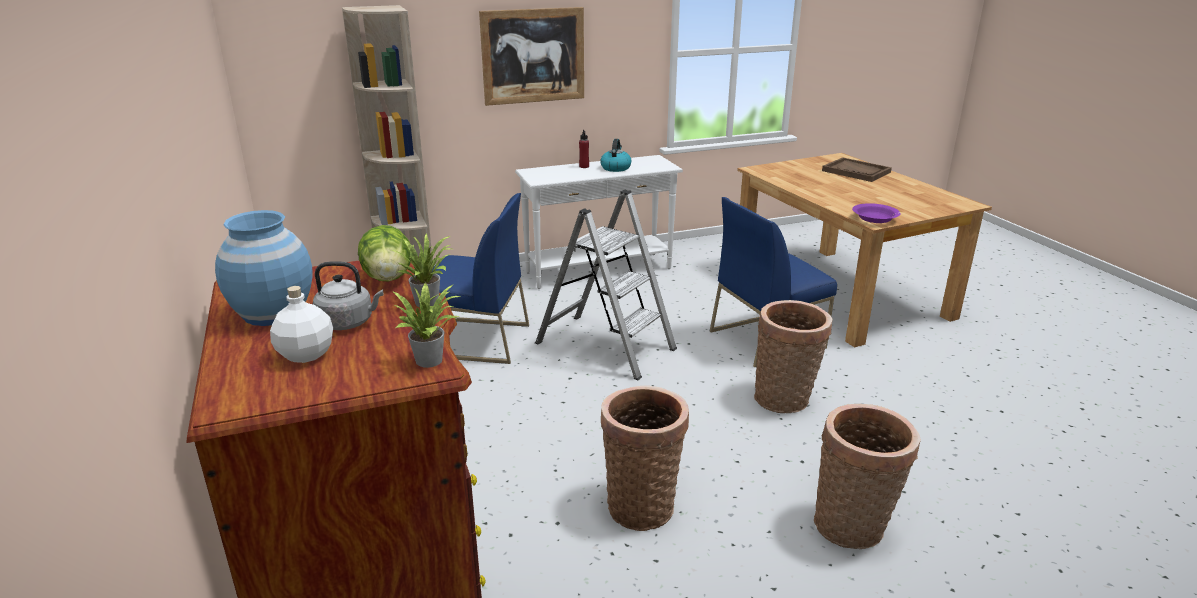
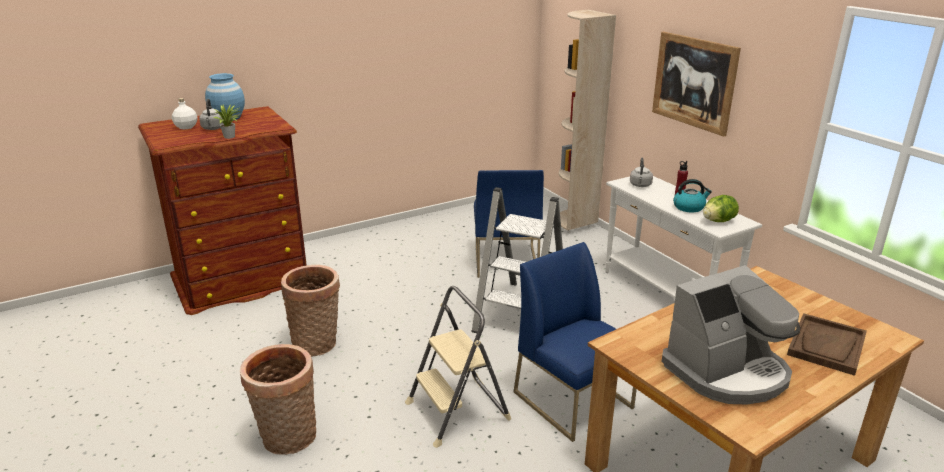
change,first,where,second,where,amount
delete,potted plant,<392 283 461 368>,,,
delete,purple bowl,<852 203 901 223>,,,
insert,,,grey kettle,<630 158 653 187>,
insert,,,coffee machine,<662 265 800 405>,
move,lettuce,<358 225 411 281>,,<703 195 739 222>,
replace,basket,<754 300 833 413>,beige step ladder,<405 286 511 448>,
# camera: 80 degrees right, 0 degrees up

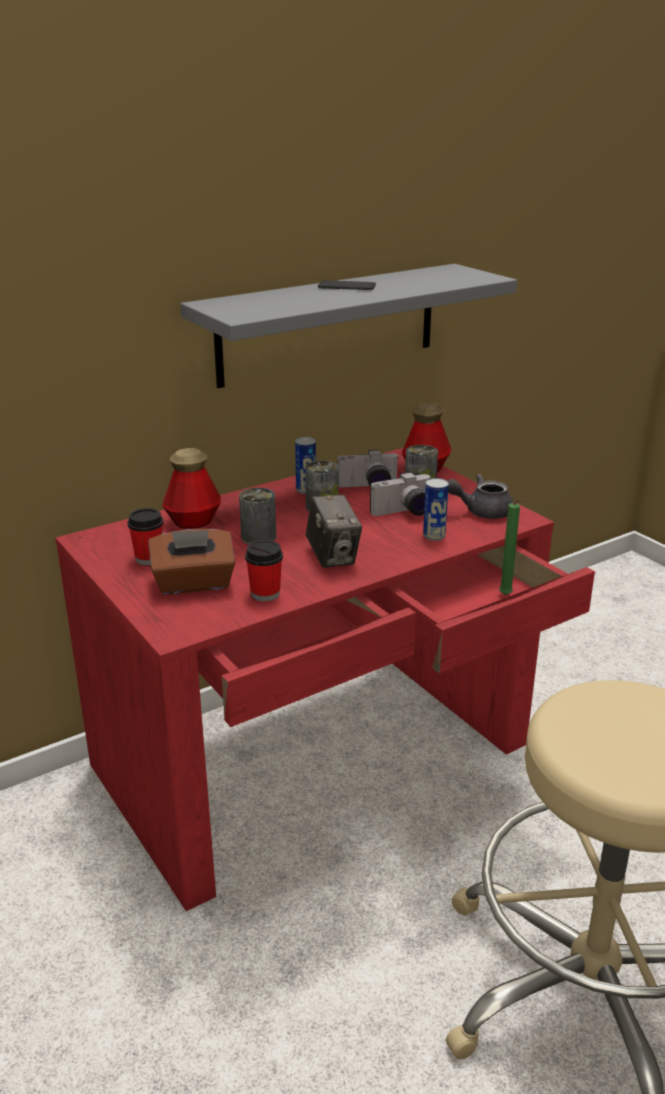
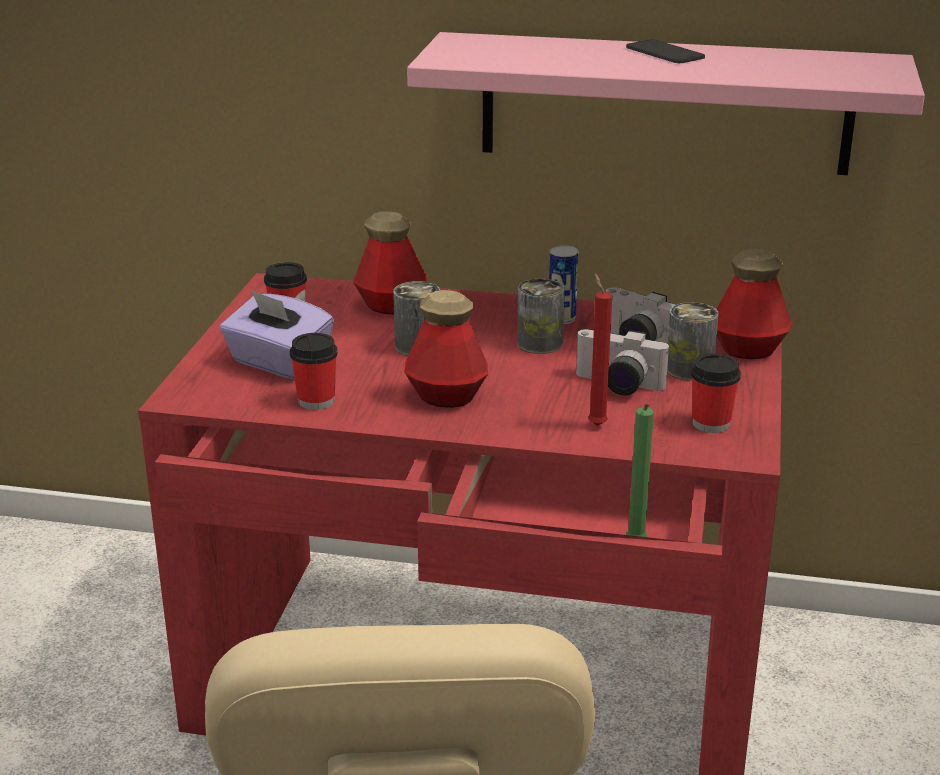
change,first,where,second,where,amount
replace,photo camera,<306 494 362 568>,bottle,<405 290 488 408>,
replace,can,<423 478 449 541>,red candle,<588 273 612 426>,
replace,grey teapot,<448 474 514 519>,cup,<691 353 741 433>,
recolor,brown tissue box,<148 529 235 595>,purple tissue box,<220 290 334 380>,
recolor,grey shelf,<180 264 518 388>,pink shelf,<407 32 925 175>,
# camera: 45 degrees right, 0 degrees up

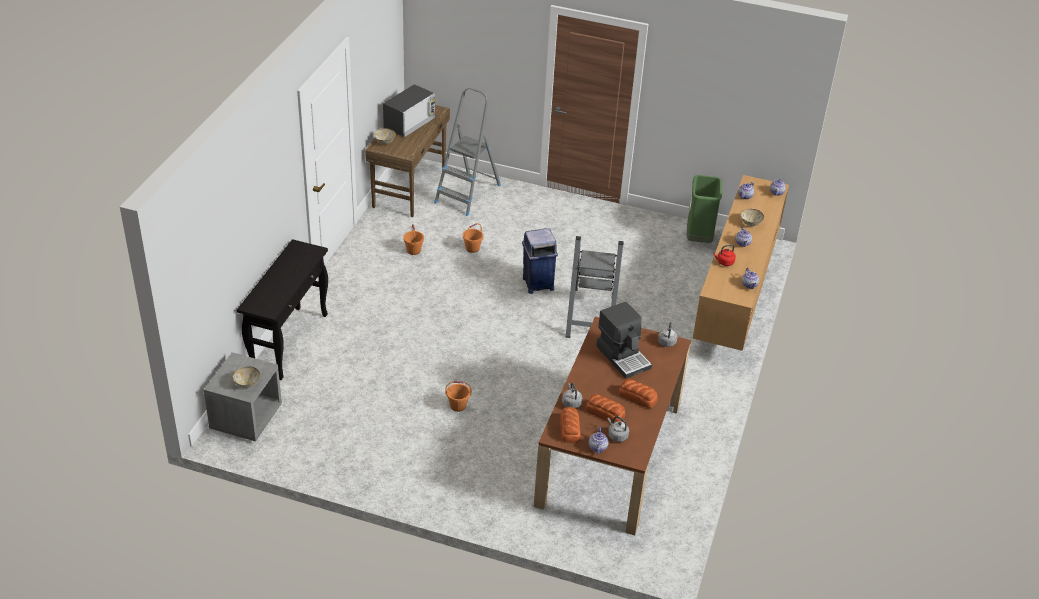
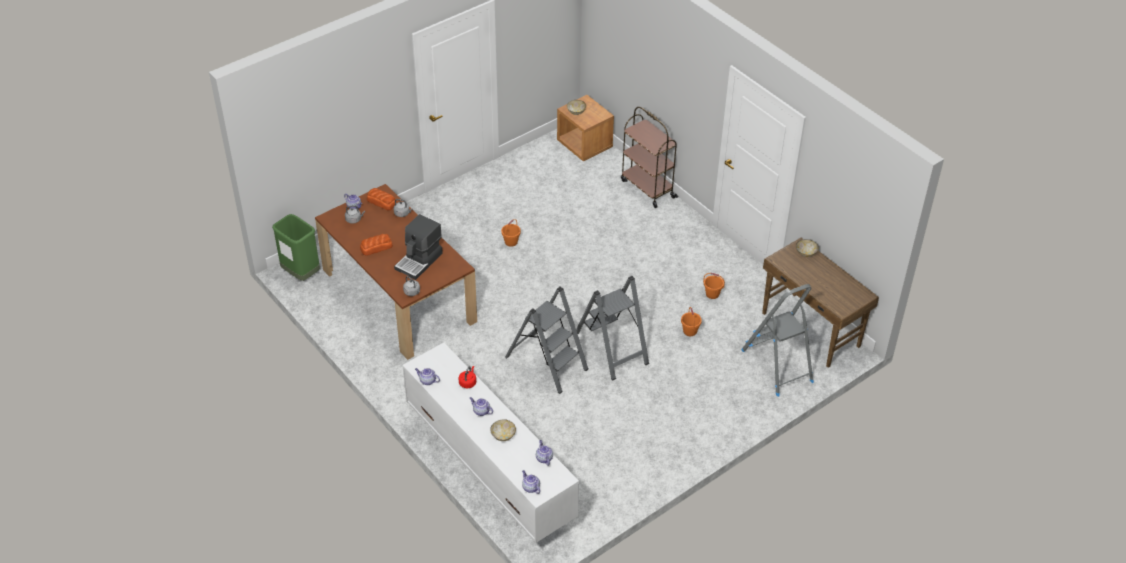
change,first,where,second,where,amount
delete,microwave,<383 84 435 137>,,,
delete,bread,<585 394 625 423>,,,
move,green trash can,<687 175 722 243>,,<272 214 320 281>,
replace,black console table,<237 239 328 380>,brown cart,<621 107 678 208>,
replace,blue trash can,<522 228 558 294>,grey step ladder,<576 276 649 381>,
recolor,grey nightstand,<204 352 282 441>,brown nightstand,<557 95 614 162>,
recolor,brown cabinet,<693 175 789 351>,white cabinet,<402 343 579 543>,
rotate,coffee machine,<596 302 652 379>,,<394 214 443 280>,60 degrees counterclockwise
# camera: 125 degrees right, 5 degrees up

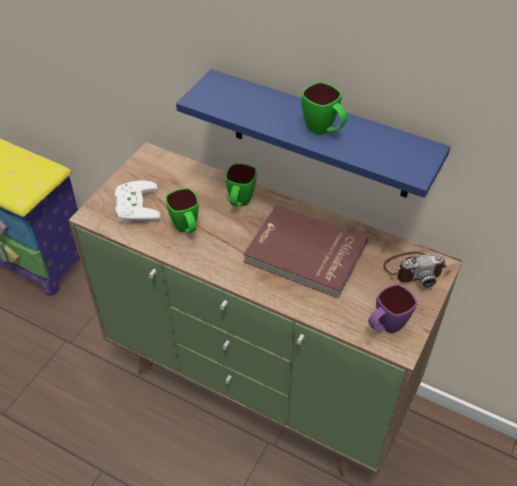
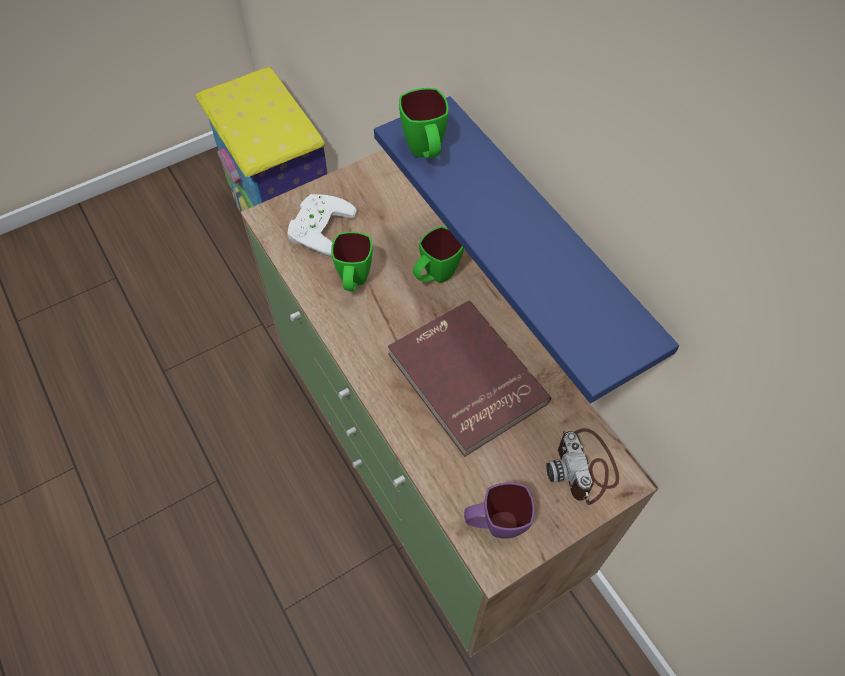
change,first,where,second,where,amount
move,green mug,<301 82 347 135>,,<399 88 449 158>,
rotate,photo camera,<383 251 446 288>,,<546 428 619 505>,60 degrees clockwise
# camera: 30 degrees right, 10 degrees up

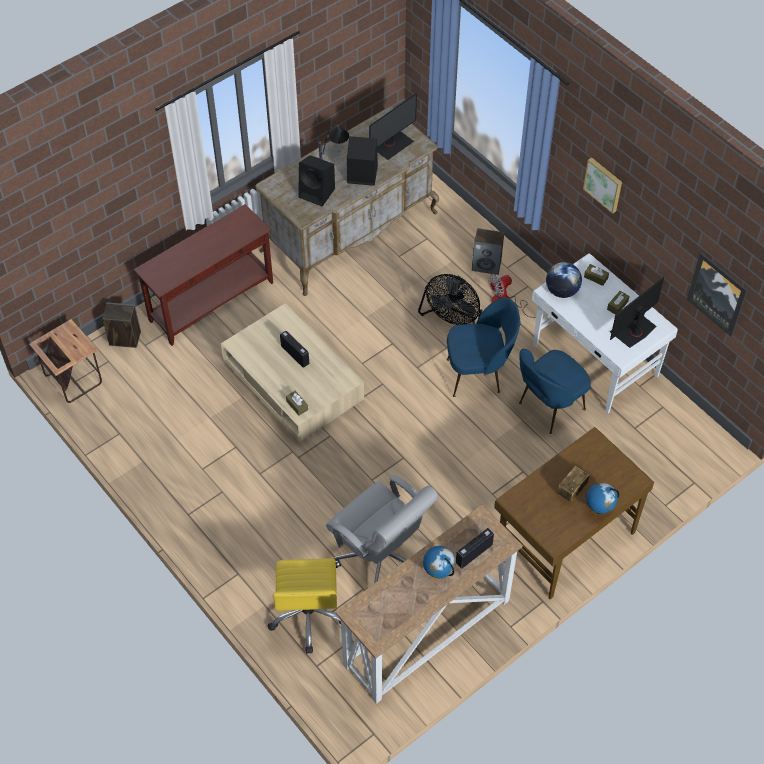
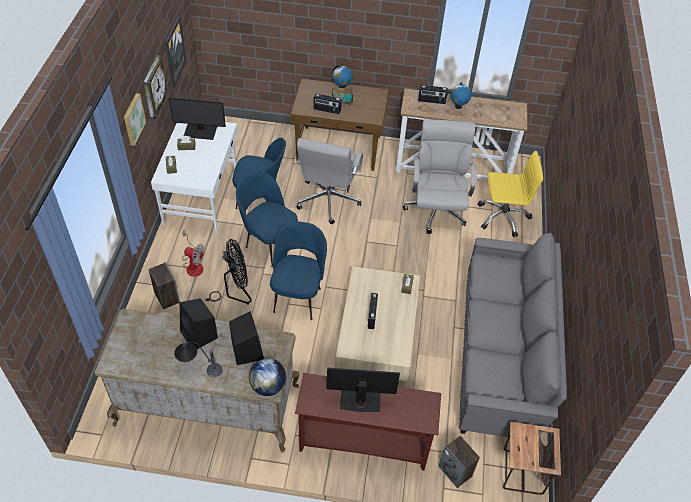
change,first,where,second,where,amount
insert,,,wall clock,<143 55 168 119>,
insert,,,blue chair,<270 221 327 320>,
insert,,,grey office chair,<296 138 364 224>,
insert,,,radio,<313 94 342 114>,
insert,,,grey sofa,<459 232 567 437>,
move,monitor,<369 93 417 160>,,<326 367 400 412>,
move,globe,<546 262 582 298>,,<249 358 286 396>,
rotate,yellow office chair,<267 559 341 654>,,<478 151 543 237>,45 degrees clockwise
# camera: 135 degrees left, 5 degrees down

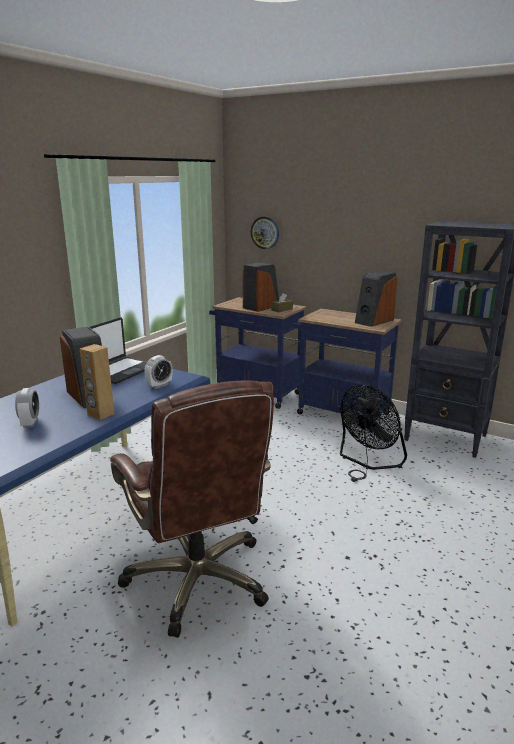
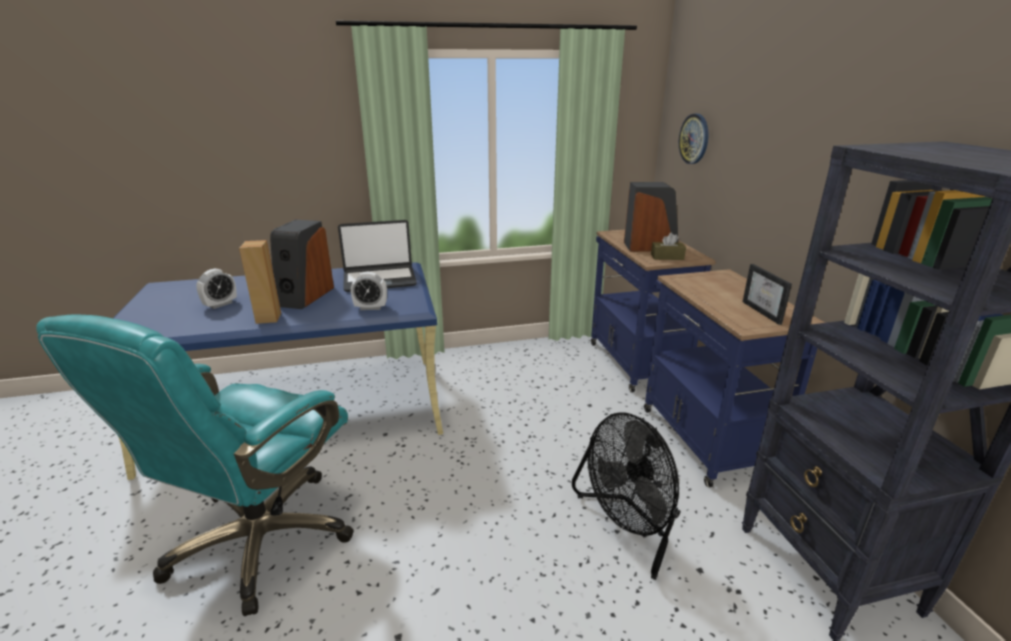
change,first,where,second,where,amount
replace,speaker,<355 271 398 327>,picture frame,<743 264 792 325>,
recolor,brown office chair,<110 381 274 638>,turquoise office chair,<36 315 354 616>,
rotate,black fan,<338 385 407 482>,,<572 412 681 580>,150 degrees clockwise
# camera: 45 degrees right, 5 degrees up

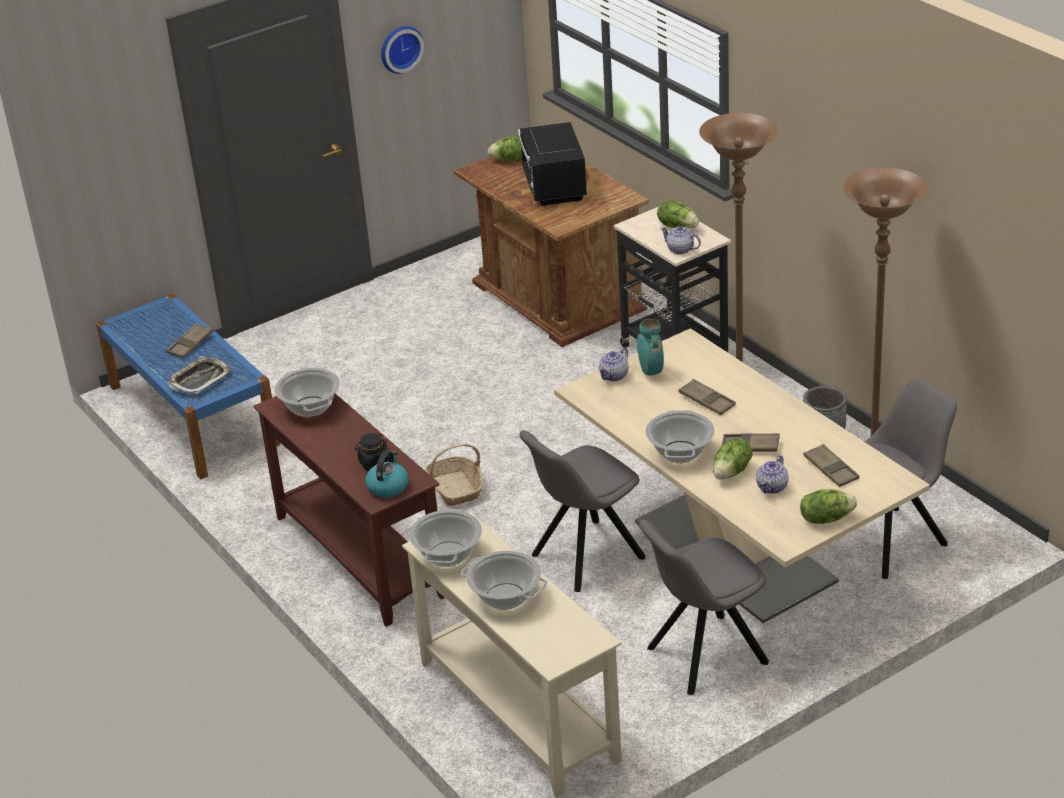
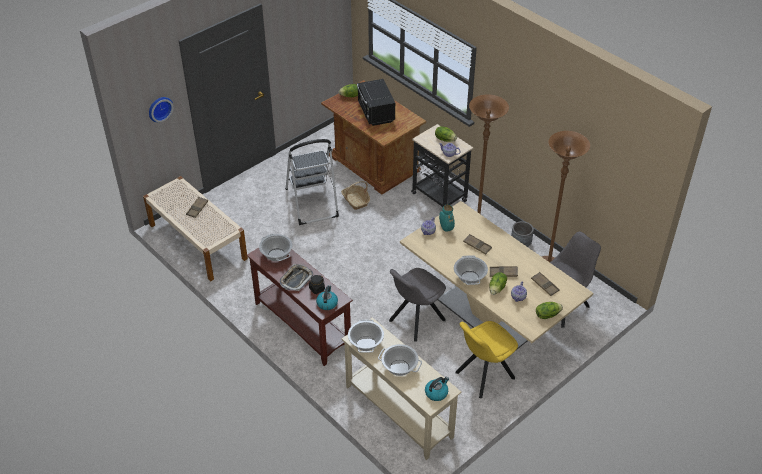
change,first,where,second,where,amount
insert,,,step ladder,<285 139 339 225>,
insert,,,kettle,<425 377 449 401>,
move,tray,<168 356 231 394>,,<280 264 313 291>,
move,wall clock,<381 26 424 74>,,<149 97 173 122>,
move,basket,<425 443 483 506>,,<341 181 370 210>,
recolor,blue bench,<96 293 280 479>,beige bench,<143 176 248 282>,
recolor,grey chair,<639 520 769 695>,yellow chair,<456 321 518 398>,
# camera: 10 degrees left, 10 degrees up

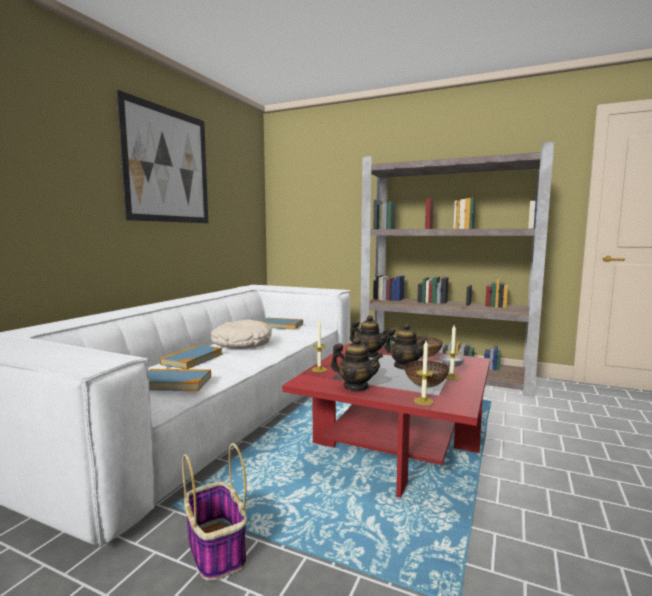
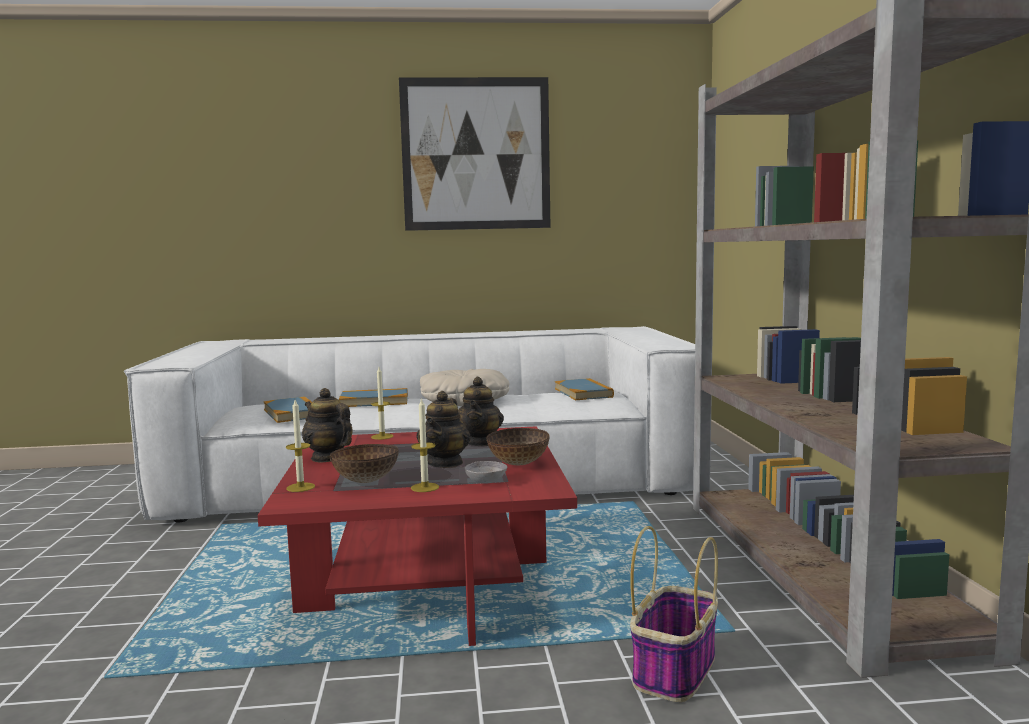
change,first,where,second,where,amount
move,basket,<182 443 247 581>,,<630 526 718 702>,
rotate,teapot,<331 337 383 391>,,<302 388 353 462>,135 degrees clockwise
# camera: 60 degrees right, 0 degrees up

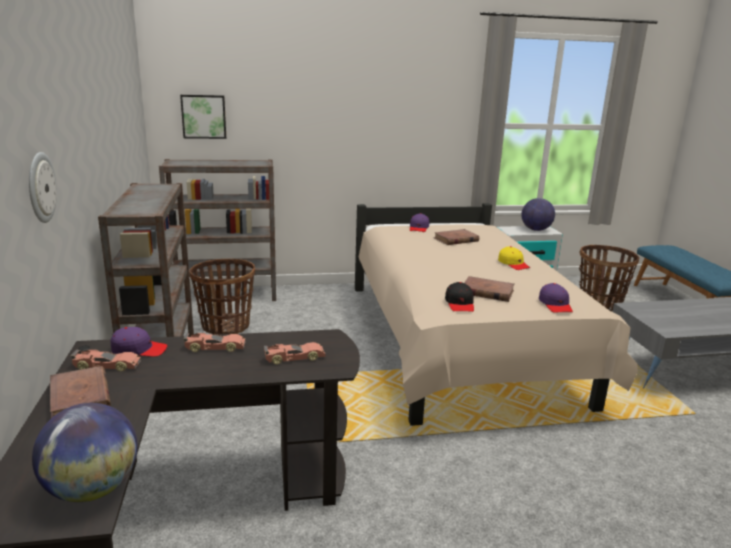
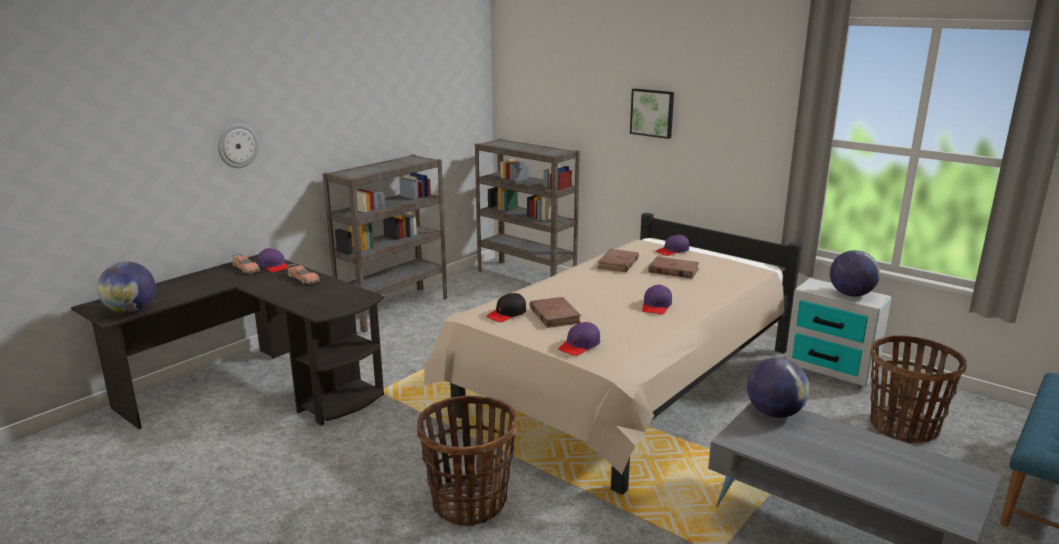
change,first,where,second,where,amount
delete,toy car,<264 342 325 365>,,,
insert,,,globe,<747 358 810 418>,
move,brown book,<50 366 111 418>,,<597 249 639 272>,
move,picture,<180 95 226 139>,,<630 88 674 139>,
move,basket,<189 259 255 335>,,<417 396 517 527>,
recolor,yellow cap,<498 246 530 270>,purple cap,<642 285 672 315>,
# camera: 50 degrees right, 0 degrees up

